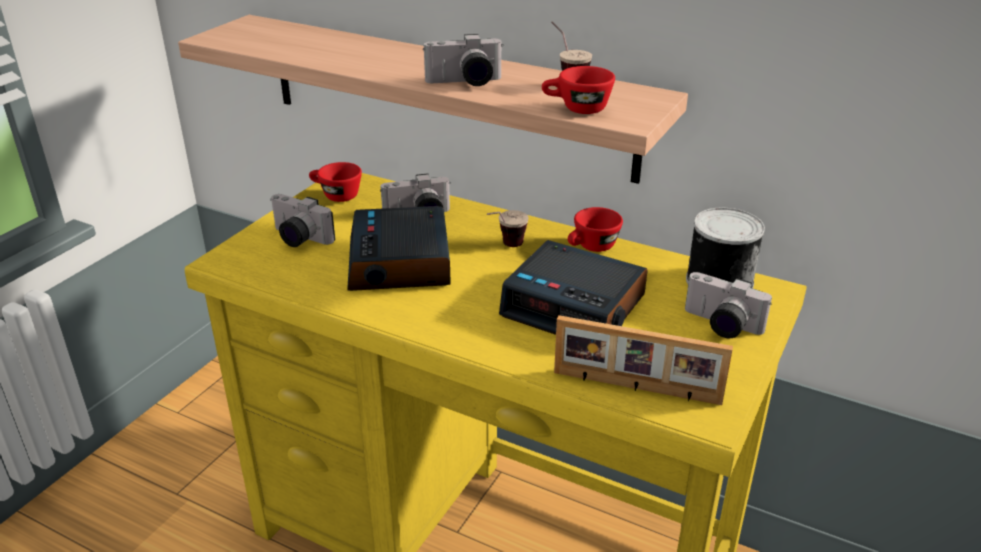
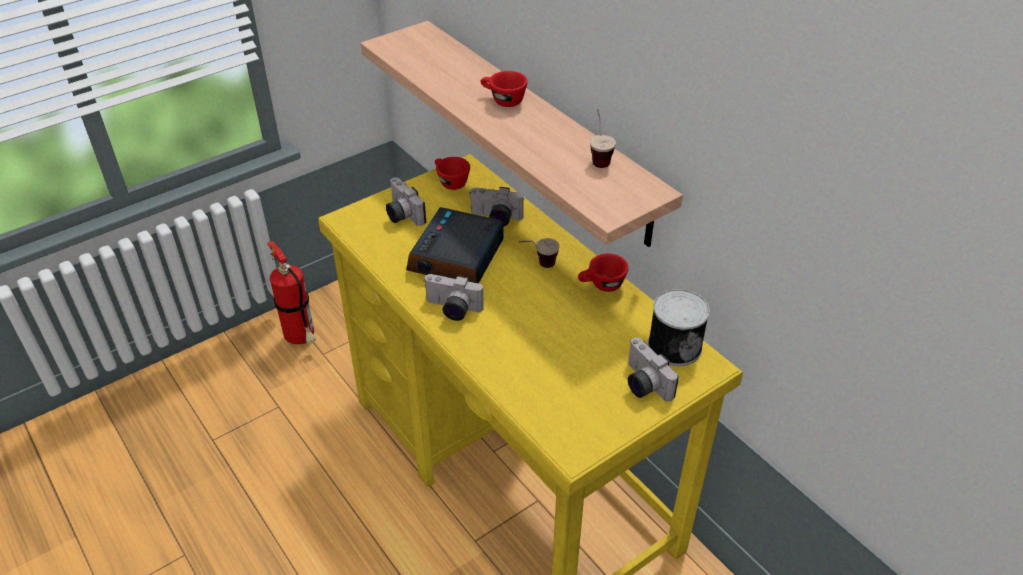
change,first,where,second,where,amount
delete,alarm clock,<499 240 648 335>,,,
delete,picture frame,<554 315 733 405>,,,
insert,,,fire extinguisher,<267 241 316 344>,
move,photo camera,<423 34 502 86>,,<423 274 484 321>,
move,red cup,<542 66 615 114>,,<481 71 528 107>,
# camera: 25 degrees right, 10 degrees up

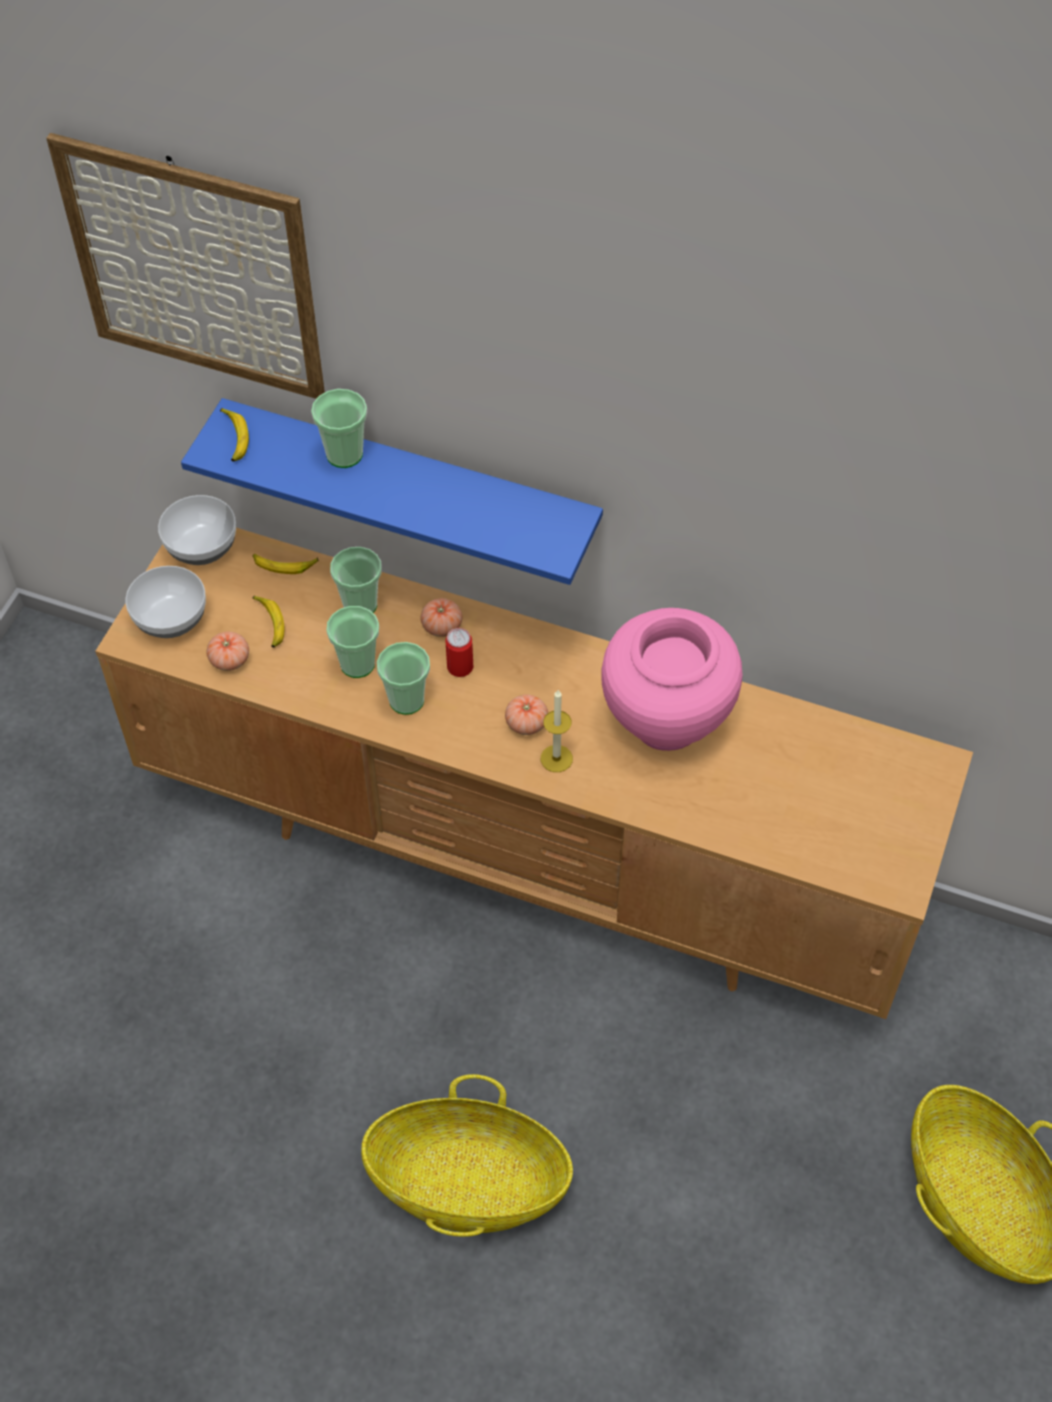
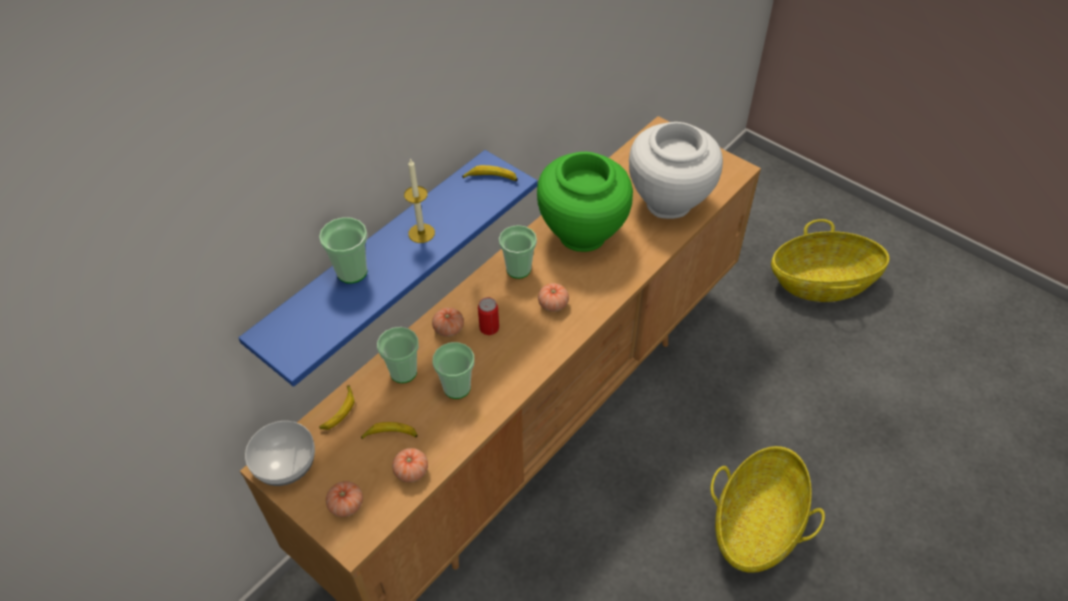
change,first,where,second,where,amount
delete,picture,<46 133 325 399>,,,
insert,,,white vase,<629 122 723 219>,
move,banana,<220 408 249 462>,,<462 165 518 181>,
move,cup,<377 642 430 715>,,<499 225 537 279>,
move,candle,<541 690 573 772>,,<404 158 435 243>,
replace,bowl,<126 566 206 638>,tomato,<326 481 363 517>,
recolor,pink vase,<601 608 742 751>,green vase,<537 152 633 252>,
# camera: 70 degrees left, 5 degrees down

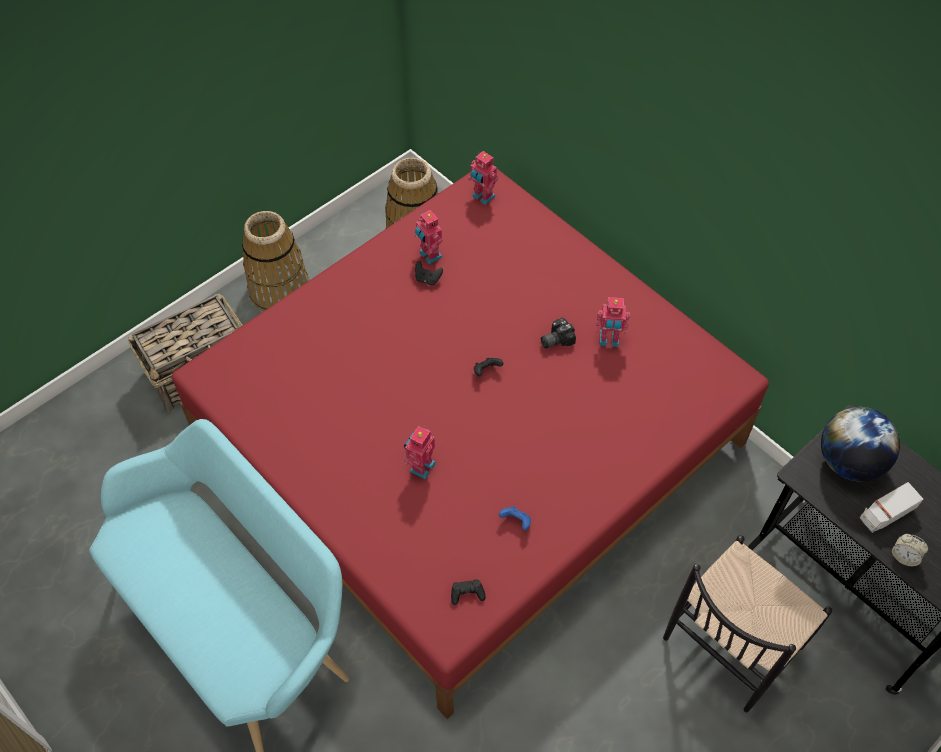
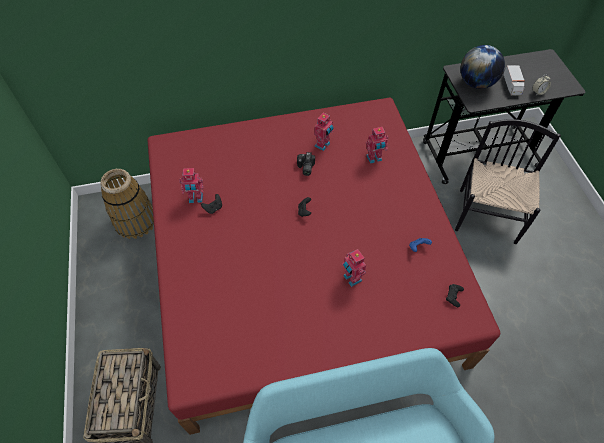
change,first,where,second,where,amount
delete,basket,<242 211 309 311>,,,
move,toy robot,<468 151 498 205>,,<366 127 388 164>,
rotate,black chair,<663 535 832 712>,,<455 119 561 244>,150 degrees counterclockwise
# camera: 60 degrees left, 0 degrees up

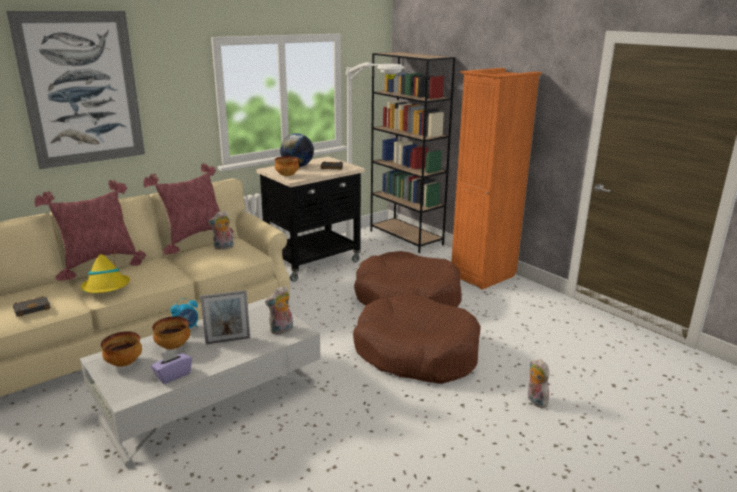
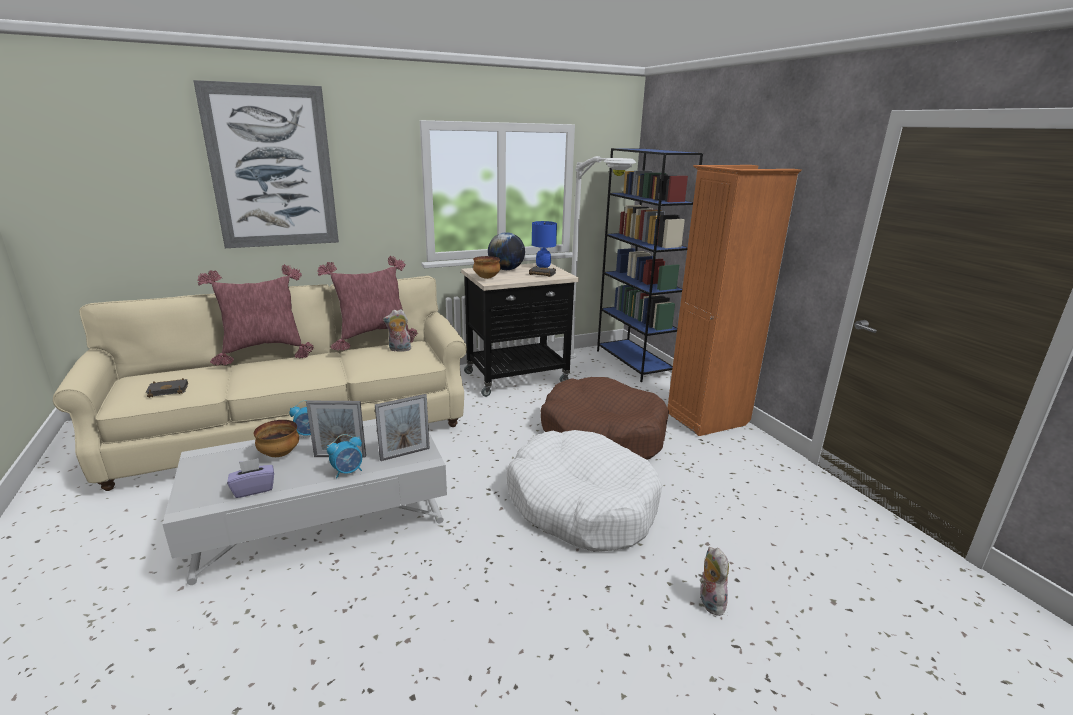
change,first,where,second,where,amount
delete,yellow hat,<81 254 130 293>,,,
delete,bowl,<101 331 142 367>,,,
insert,,,alarm clock,<327 434 362 479>,
insert,,,blue table lamp,<532 221 557 268>,
replace,plush toy,<265 286 293 334>,picture frame,<375 394 430 461>,
recolor,brown dog bed,<353 295 481 384>,white dog bed,<507 430 662 552>,
recolor,beige bookcase,<370 52 456 253>,blue bookcase,<597 148 703 382>,
# camera: 15 degrees right, 0 degrees up

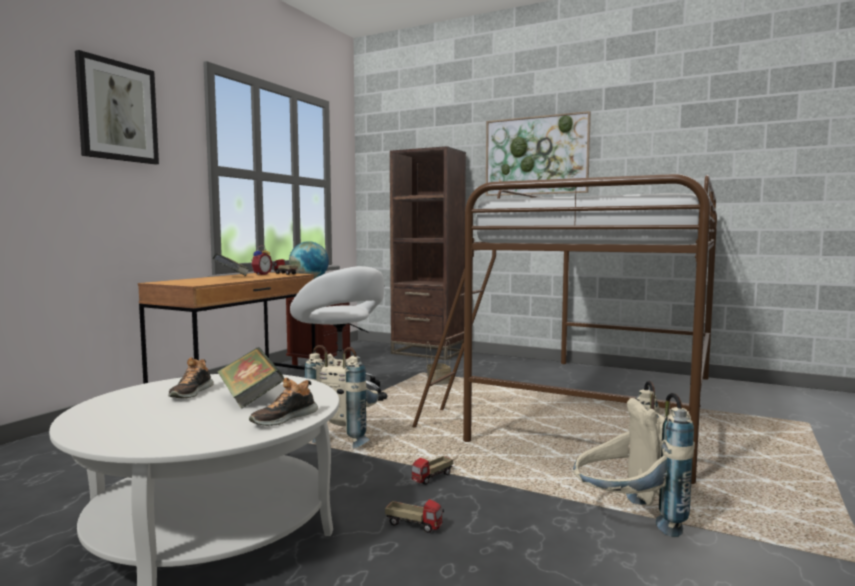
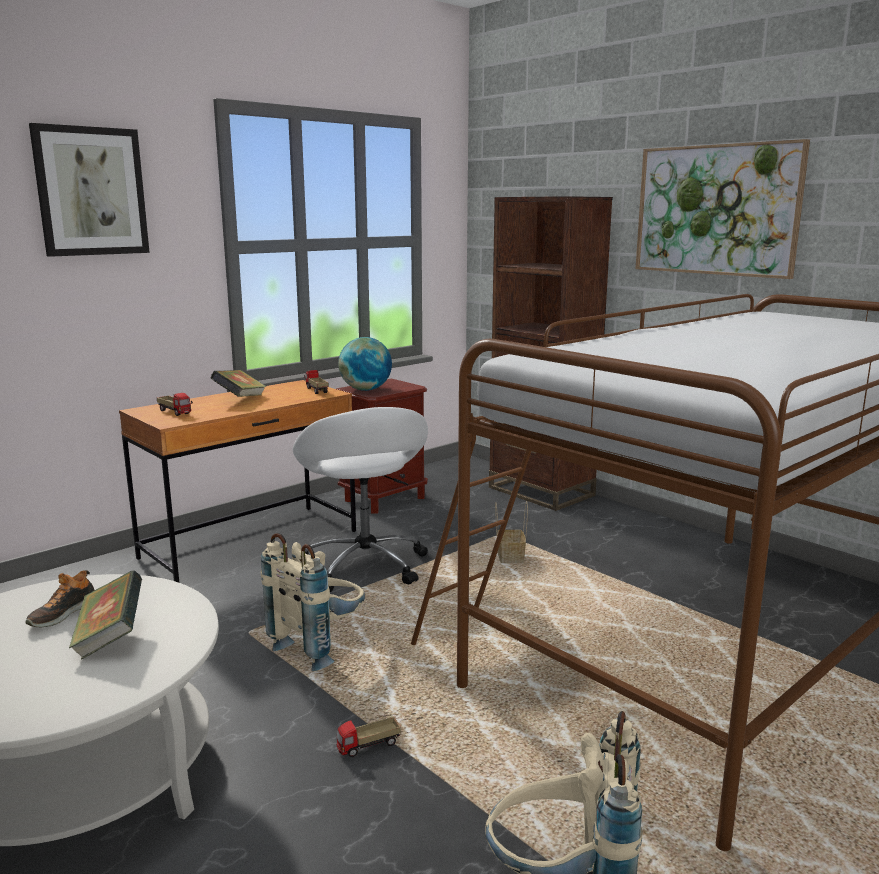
change,first,where,second,where,amount
delete,shoe,<249 378 318 426>,,,
delete,alarm clock,<251 245 273 275>,,,
move,toy truck,<385 499 444 533>,,<157 393 193 416>,
# camera: 20 degrees right, 10 degrees up

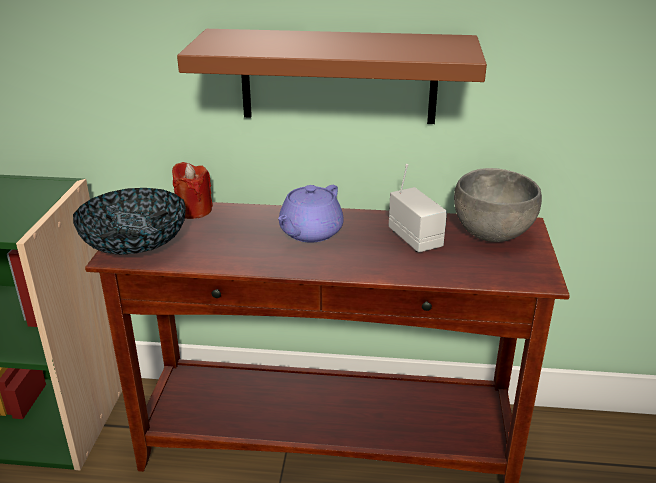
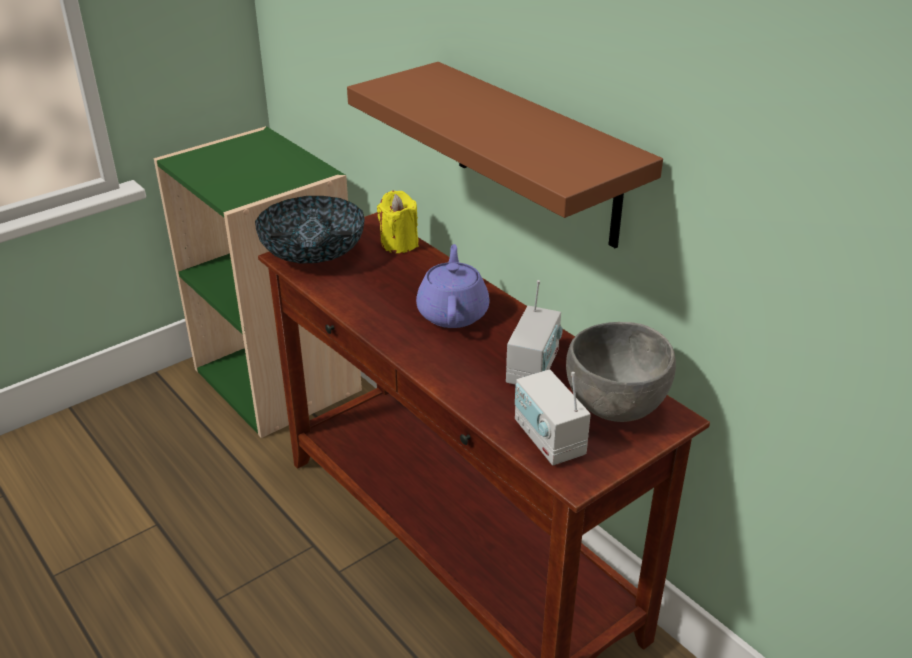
change,first,where,second,where,amount
insert,,,radio,<515 369 591 465>,
recolor,red candle,<172 162 213 219>,yellow candle,<377 191 419 253>,
rotate,purple teapot,<278 185 344 243>,,<416 244 490 328>,105 degrees clockwise
# camera: 45 degrees right, 5 degrees up

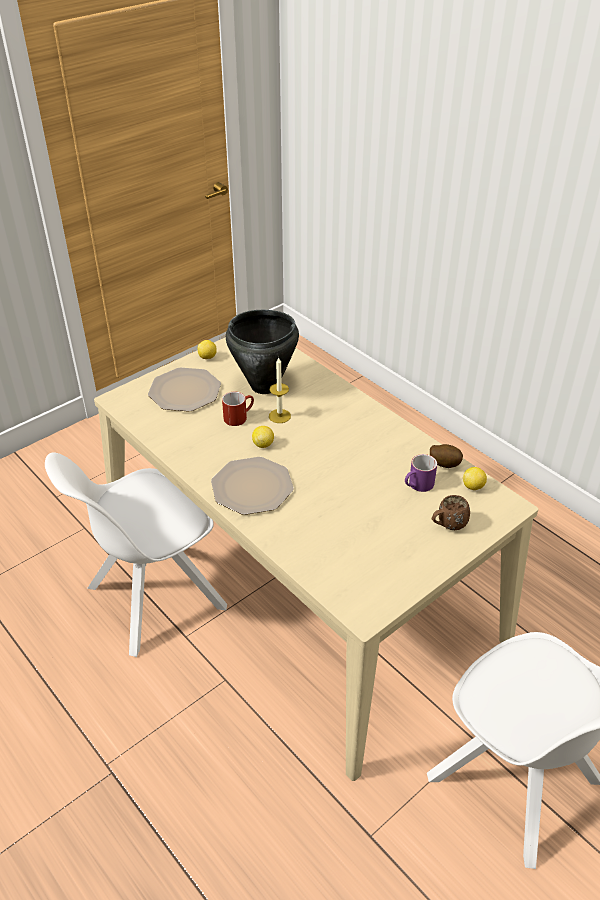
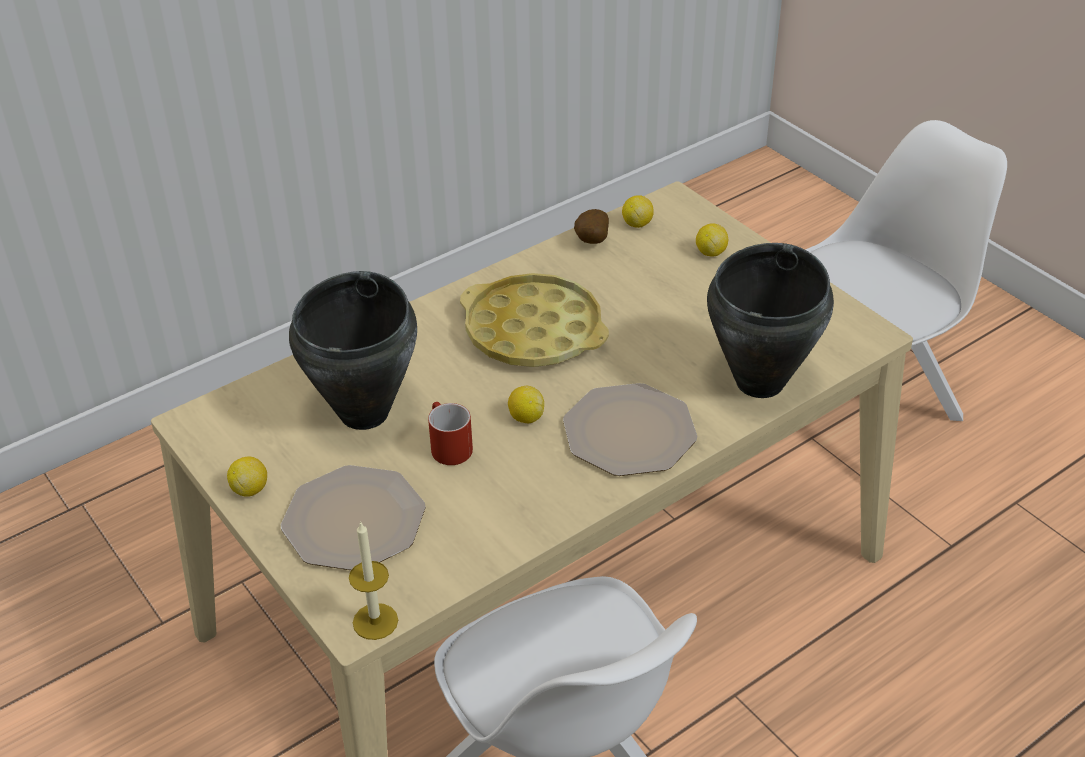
change,first,where,second,where,amount
delete,purple mug,<405 454 437 492>,,,
insert,,,yellow tray,<460 273 609 367>,
insert,,,black cooking pot,<707 243 834 398>,
move,candle,<269 357 291 423>,,<349 521 398 640>,
replace,brown mug,<432 495 470 530>,lemon,<696 223 728 257>,
# camera: 85 degrees left, 0 degrees up

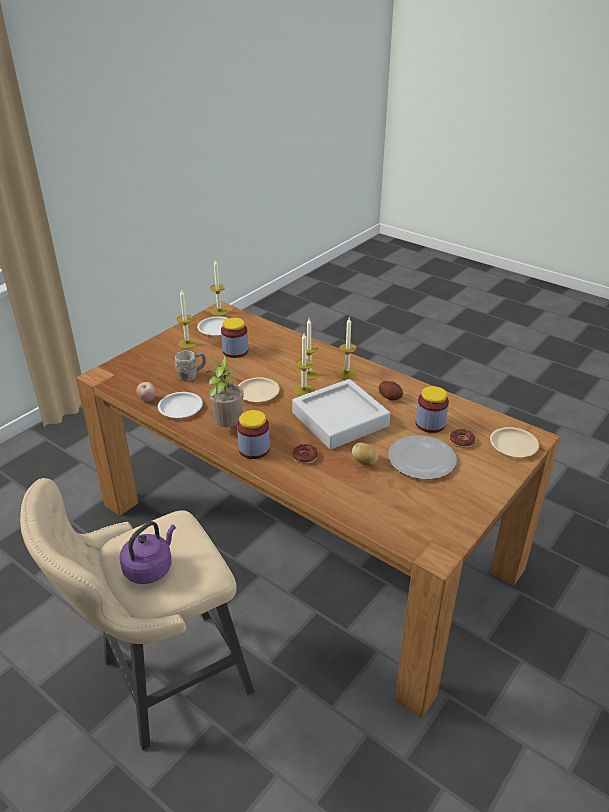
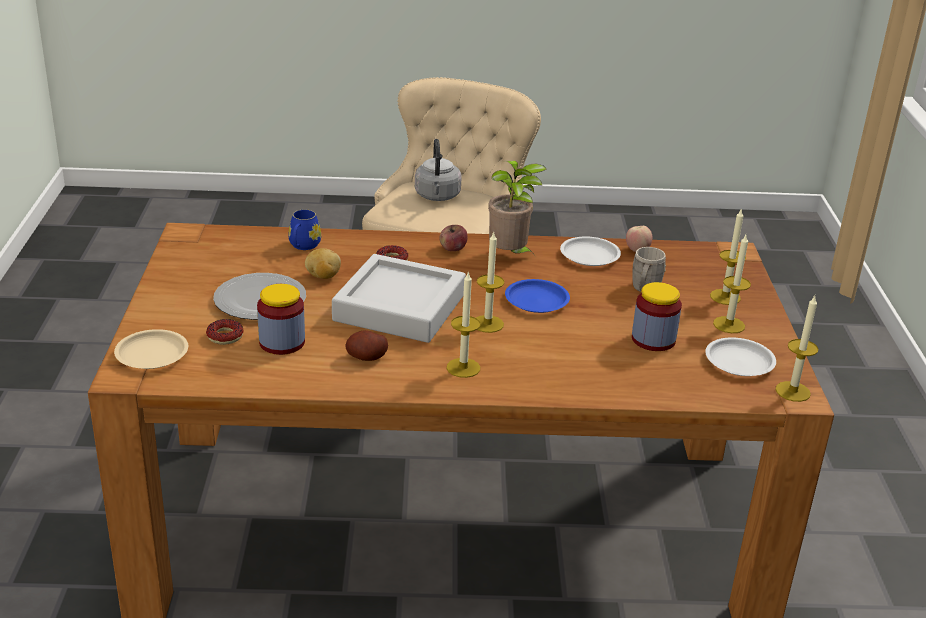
change,first,where,second,where,amount
insert,,,blue mug,<288 209 321 250>,
move,candle,<299 318 319 380>,,<710 208 746 305>,
replace,jar,<237 410 270 459>,apple,<439 225 468 251>,
recolor,purple kettle,<120 521 176 584>,grey kettle,<415 139 462 201>,
recolor,beige plate,<238 377 280 402>,blue plate,<505 279 570 313>,
# camera: 140 degrees right, 5 degrees down

